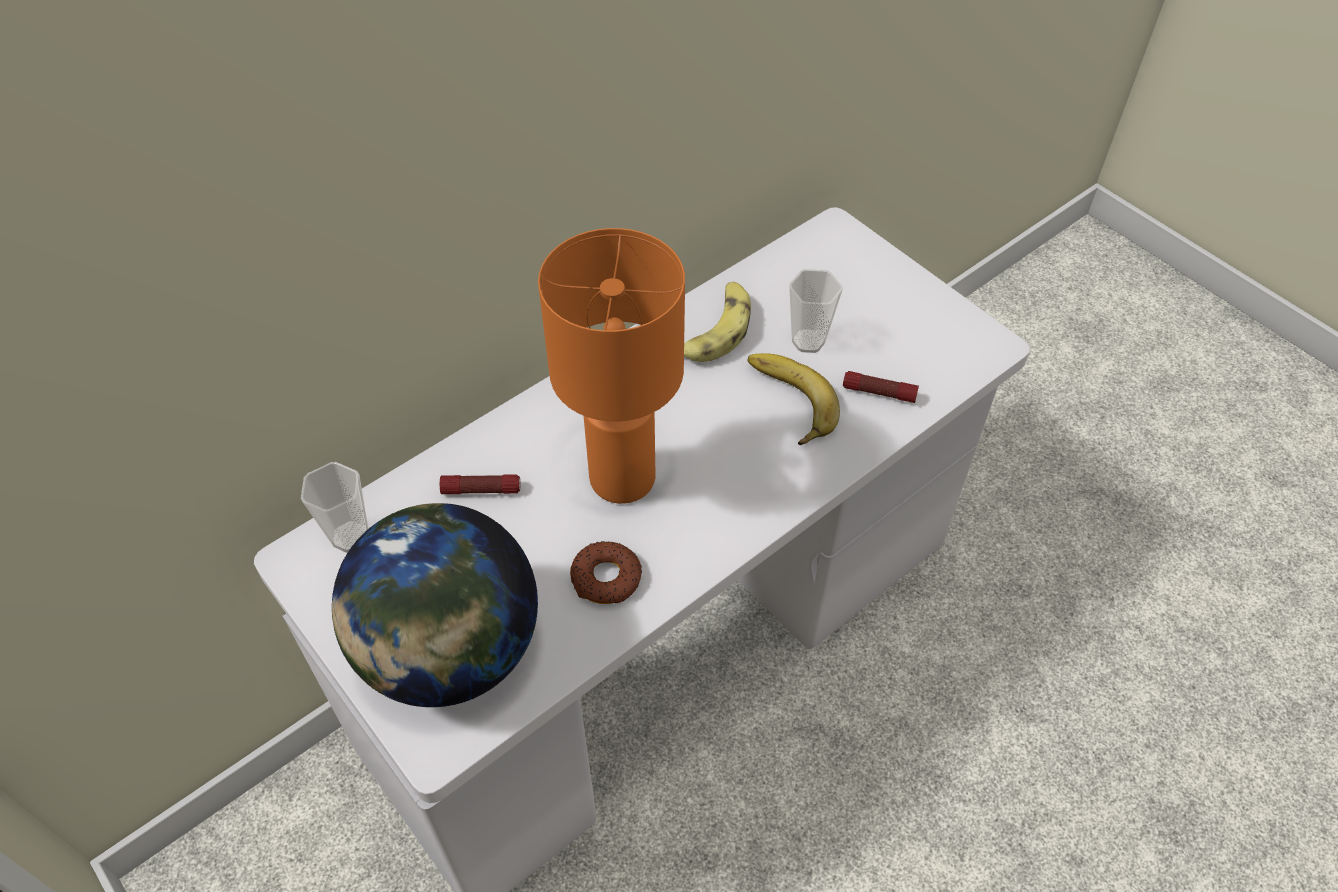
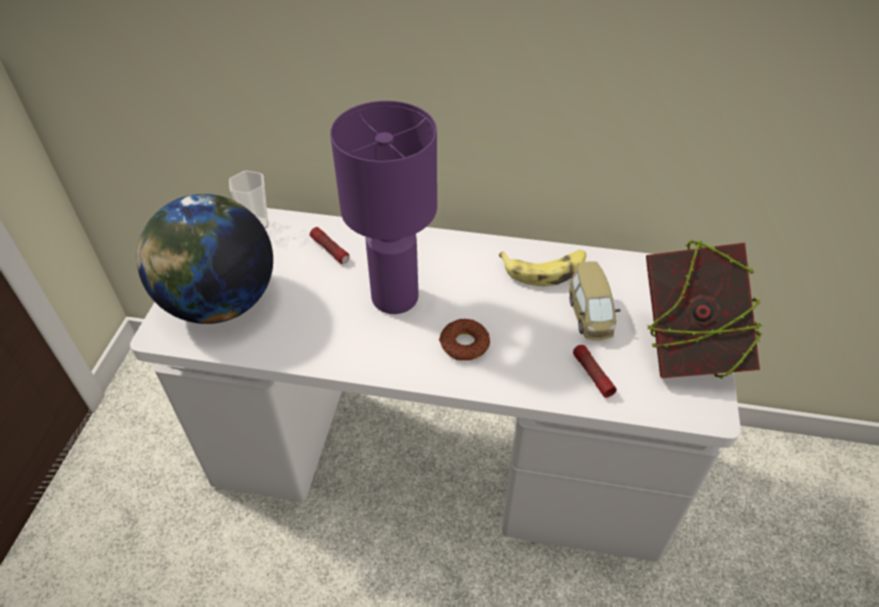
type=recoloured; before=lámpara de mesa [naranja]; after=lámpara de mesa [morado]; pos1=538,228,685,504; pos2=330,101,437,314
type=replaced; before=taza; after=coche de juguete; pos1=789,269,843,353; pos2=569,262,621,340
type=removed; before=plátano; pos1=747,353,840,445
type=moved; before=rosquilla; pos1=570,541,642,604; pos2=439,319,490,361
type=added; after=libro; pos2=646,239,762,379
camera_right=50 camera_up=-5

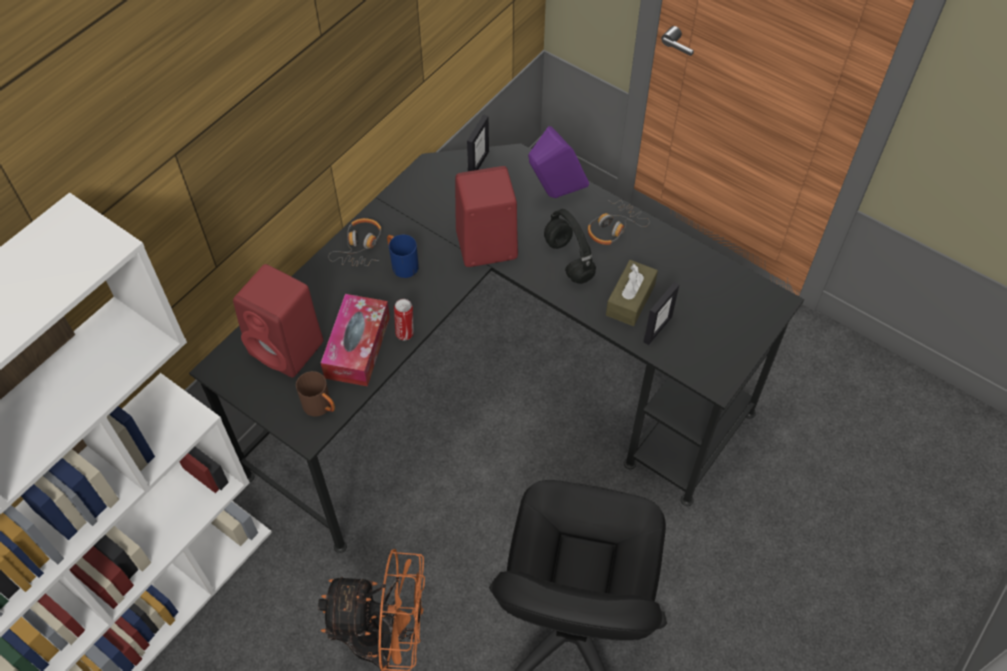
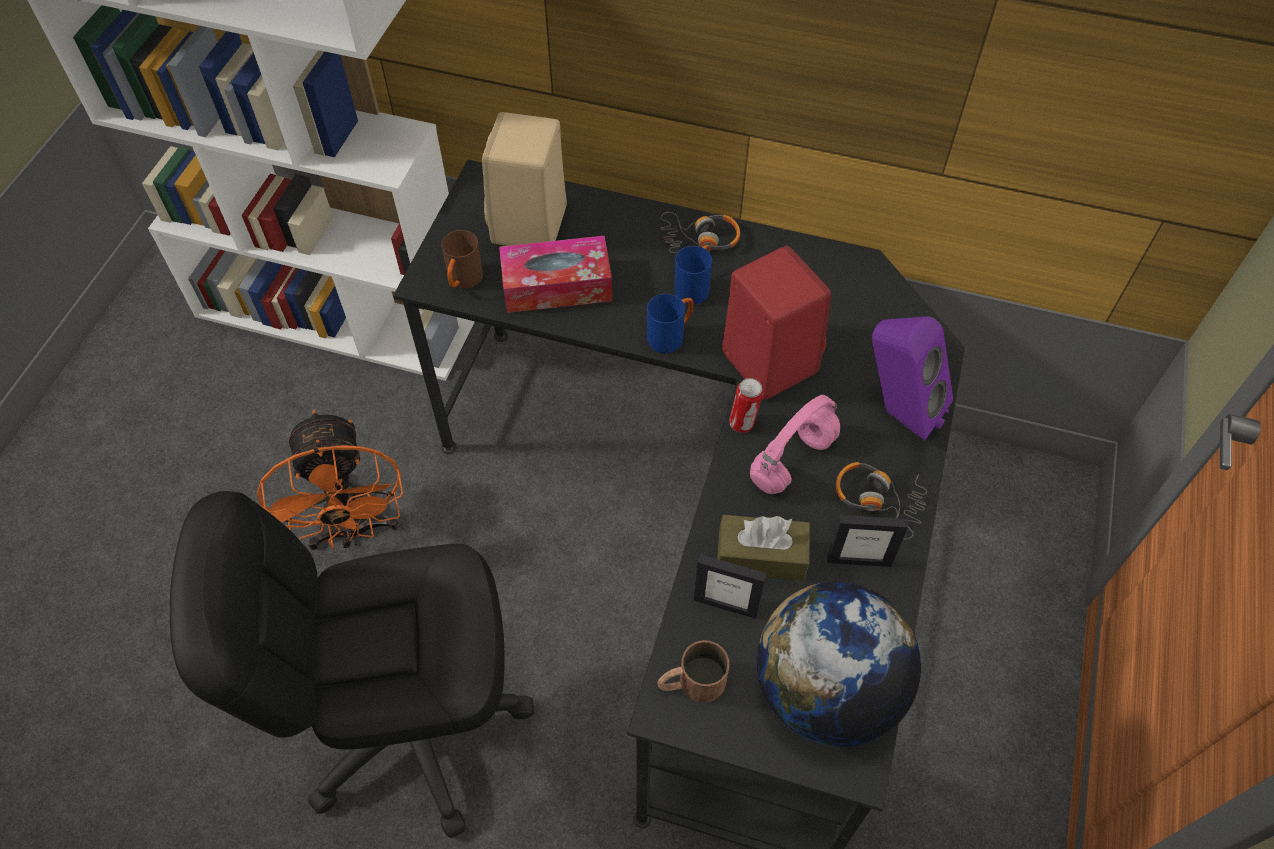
type=moved; before=portarretratos; pos1=467,114,489,171; pos2=827,515,908,567
type=recoloured; before=auriculares [negro]; after=auriculares [rosa]; pos1=544,209,596,284; pos2=750,395,840,494
type=recoloured; before=altavoz [rojo]; after=altavoz [beis]; pos1=233,264,323,378; pos2=482,112,567,246
type=moved; before=lata; pos1=394,299,414,340; pos2=729,378,763,433
type=added; after=taza grande [azul]; pos2=647,294,693,353
type=added; after=globo terráqueo; pos2=757,582,921,747
type=added; after=taza grande [marrón]; pos2=658,640,729,703
camera_right=70 camera_up=0

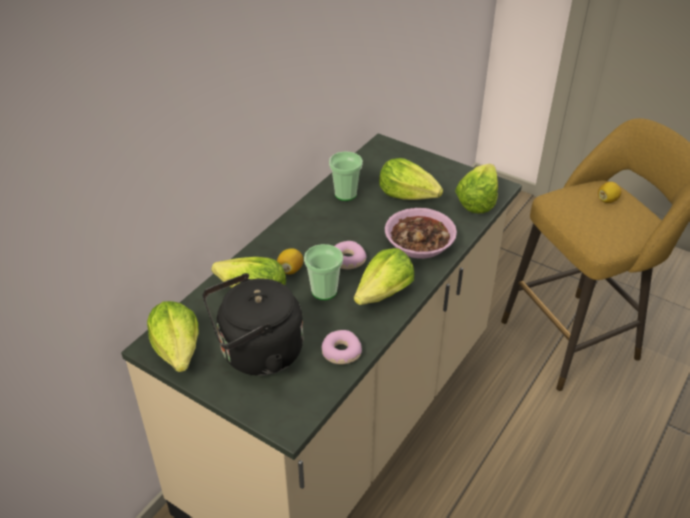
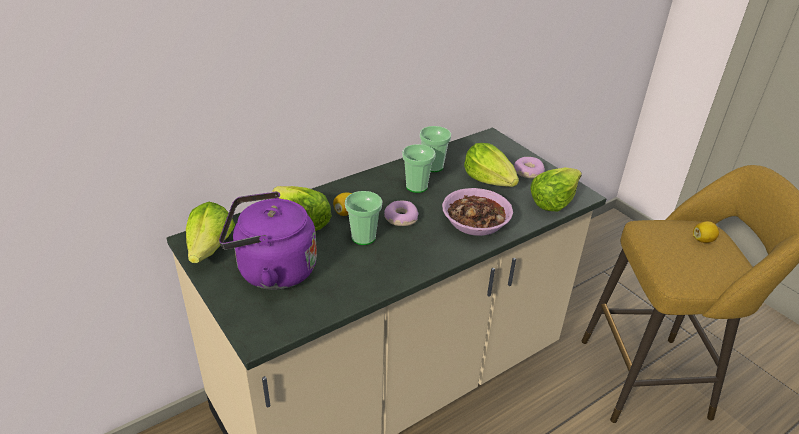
type=removed; before=lechuga; pos1=354,248,414,305
type=recoloured; before=hervidor [negro]; after=hervidor [morado]; pos1=203,273,303,376; pos2=219,191,317,290
type=moved; before=rosquilla; pos1=322,330,362,364; pos2=514,157,545,178
type=added; after=taza; pos2=402,144,436,193
camera_right=20 camera_up=-5

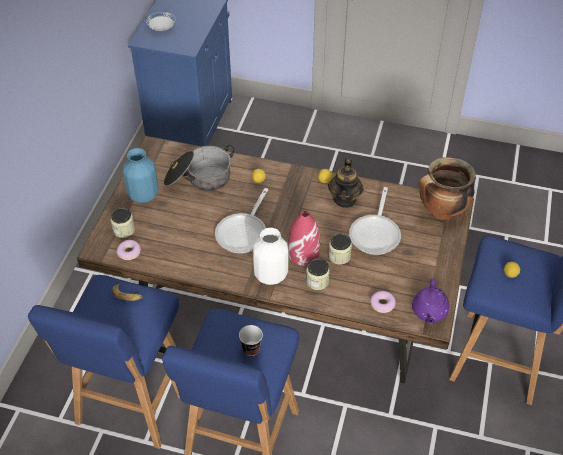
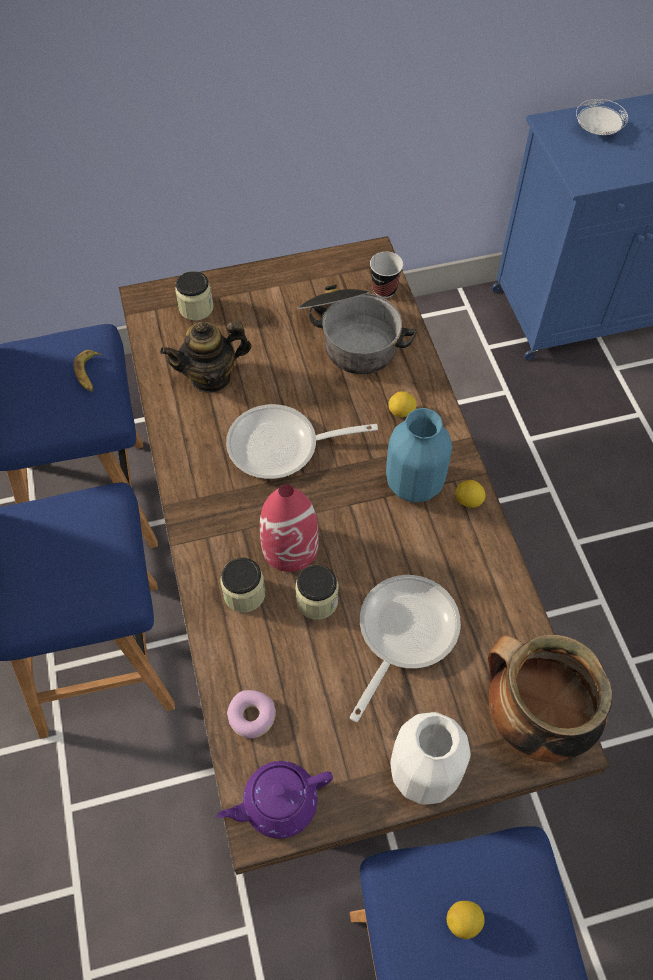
type=moved; before=florero [azul]; pos1=123,148,158,203; pos2=386,408,452,503
type=moved; before=tetera; pos1=328,158,364,208; pos2=160,321,251,393
type=turned; before=sartén; pos1=349,187,401,255; pos2=350,575,461,722; turn=135
type=moved; before=florero [blanco]; pos1=253,228,288,285; pos2=390,712,471,805
type=removed; before=rosquilla; pos1=116,240,141,260
type=moved; before=taza; pos1=239,325,263,356; pos2=370,252,403,298
camera_right=60 camera_up=10

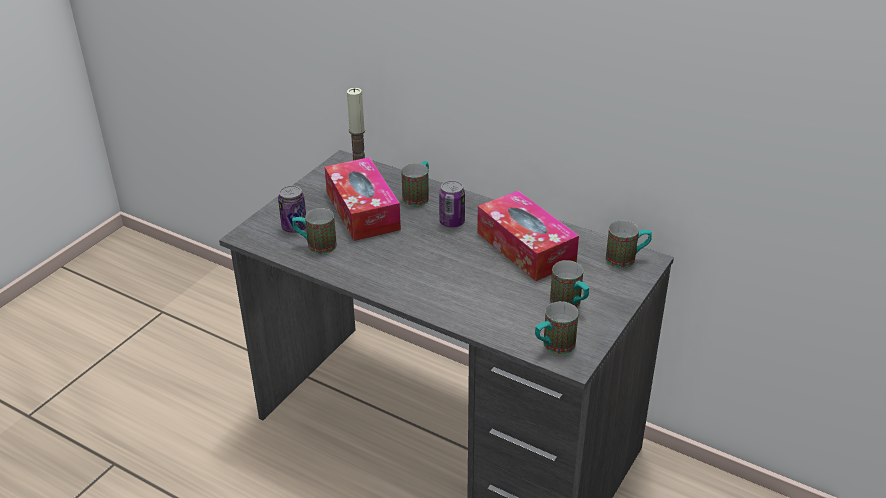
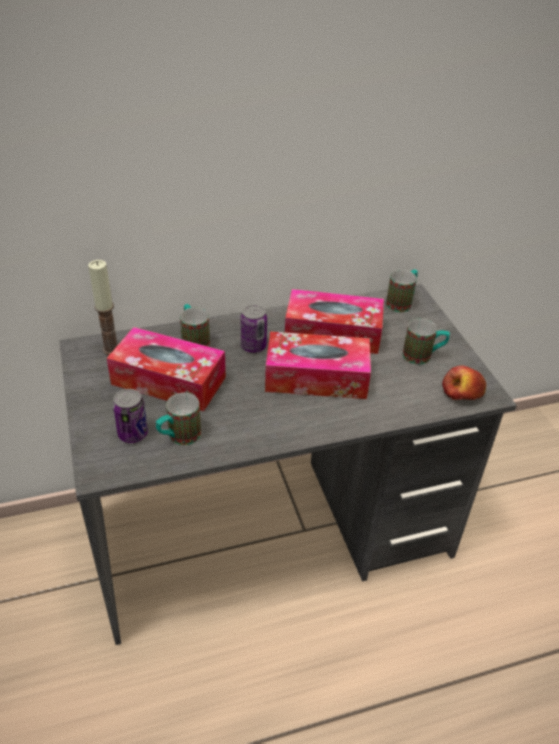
type=replaced; before=taza grande; after=manzana; pos1=535,301,578,354; pos2=442,365,486,400
type=added; after=caja de pañuelos; pos2=265,332,371,399
camera_right=-50 camera_up=5

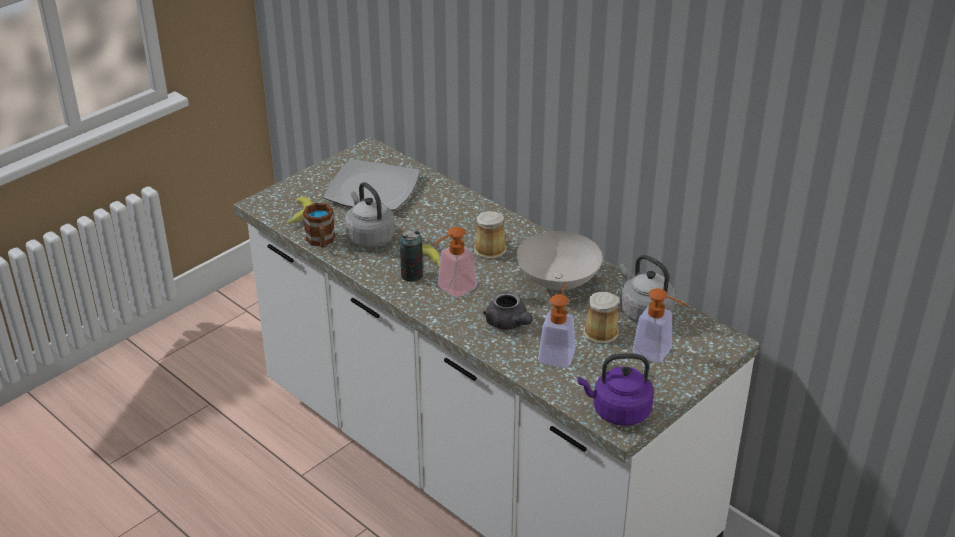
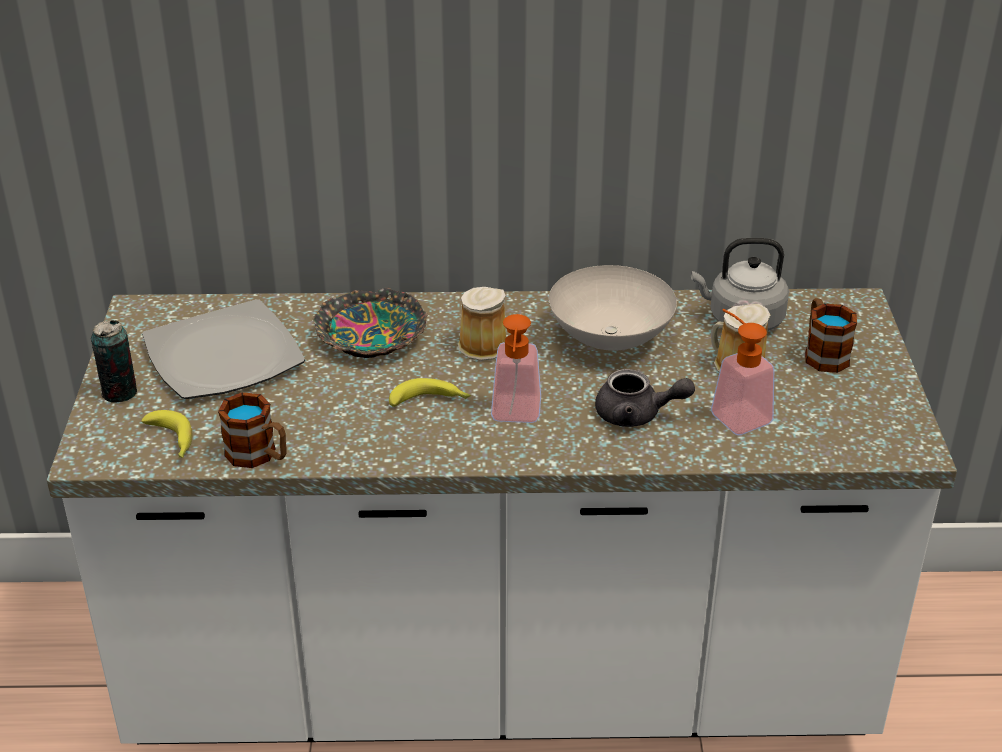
type=removed; before=hervidor [gris]; pos1=345,182,395,248
type=moved; before=lata; pos1=399,230,423,282; pos2=91,320,137,403
type=replaced; before=dispensador de jabón; after=taza grande; pos1=632,288,687,363; pos2=805,298,857,373
type=removed; before=hervidor [morado]; pos1=578,353,654,426
type=added; after=cuenco; pos2=313,288,428,358
camera_right=-45 camera_up=0

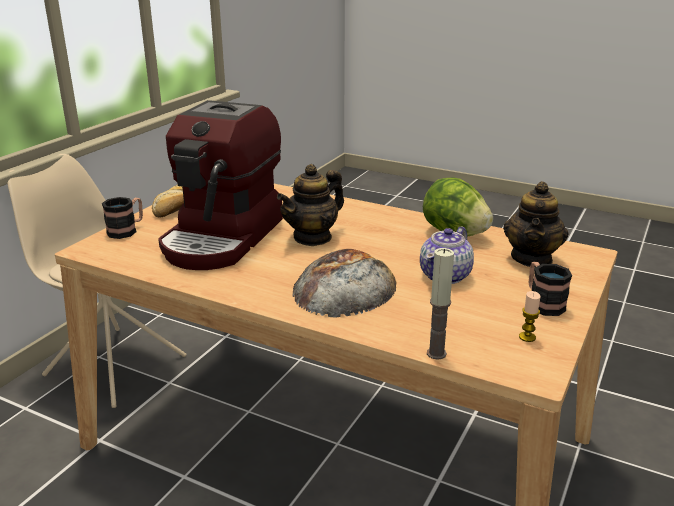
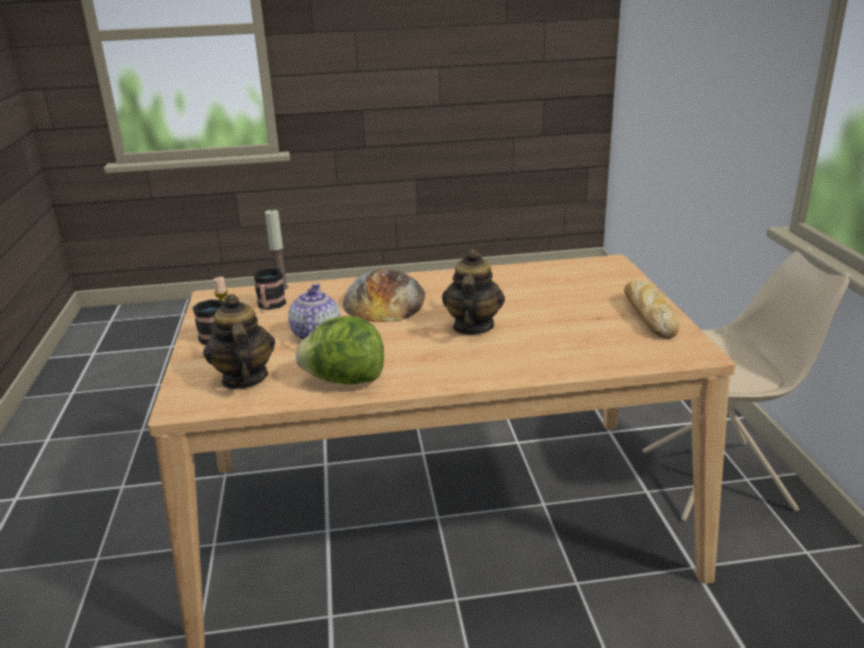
type=removed; before=cafetera; pos1=158,100,283,270
type=moved; before=taza grande; pos1=102,197,143,239; pos2=253,268,286,310
camera_right=145 camera_up=0

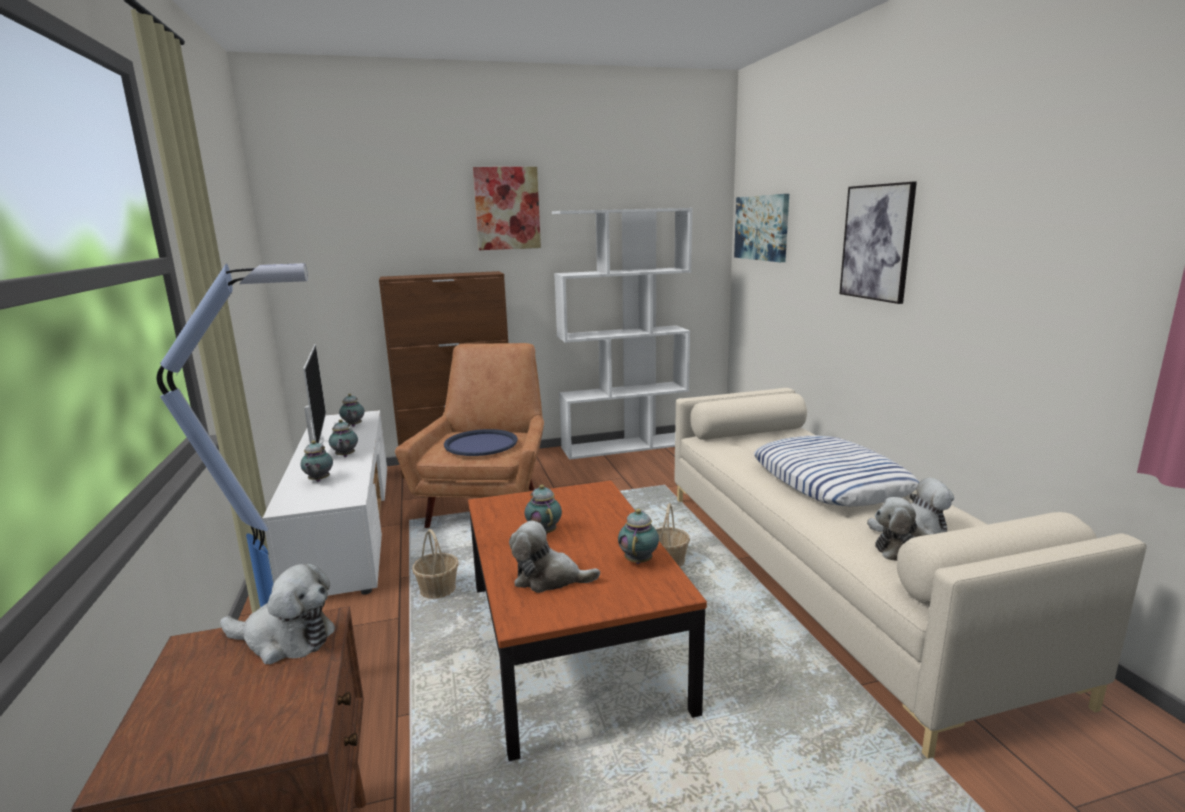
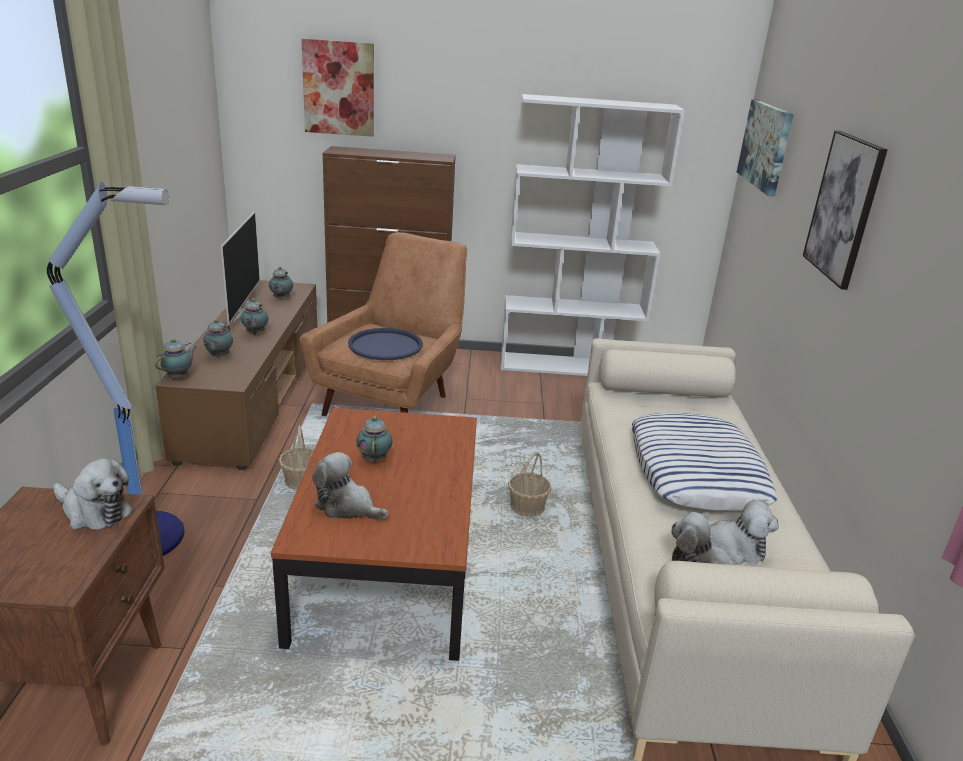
type=moved; before=cuadro; pos1=473,167,541,250; pos2=301,39,374,137
type=recoloured; before=mueble de televisión [blanco]; after=mueble de televisión [marrón]; pos1=262,410,387,596; pos2=155,280,317,470
type=moved; before=tetera; pos1=618,509,659,564; pos2=155,338,197,379
camera_right=15 camera_up=10

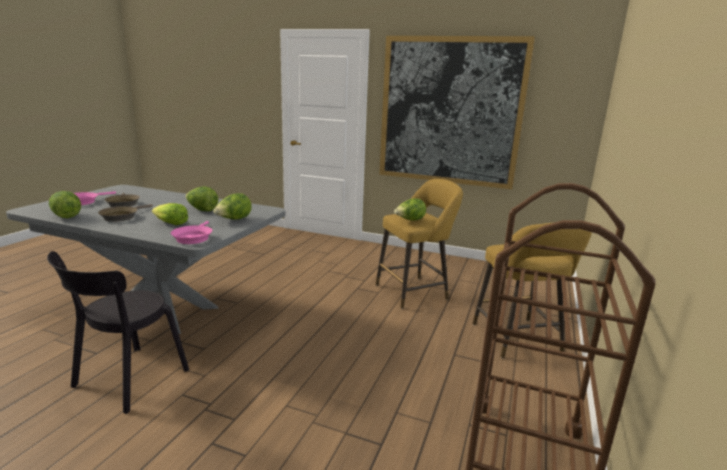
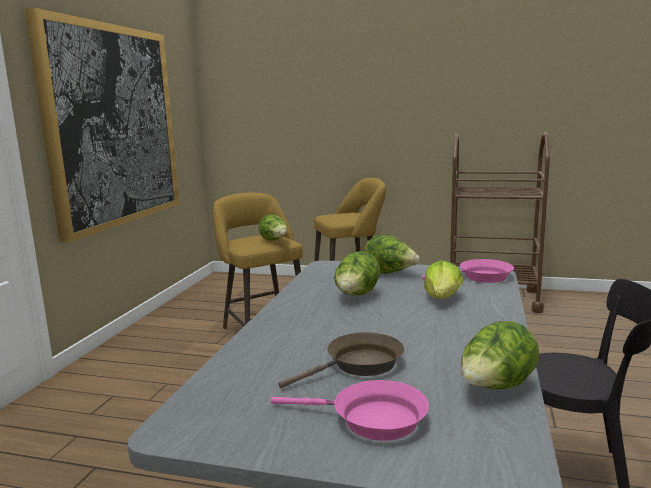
type=removed; before=sartén [marrón]; pos1=98,204,153,222
camera_right=-95 camera_up=-5

